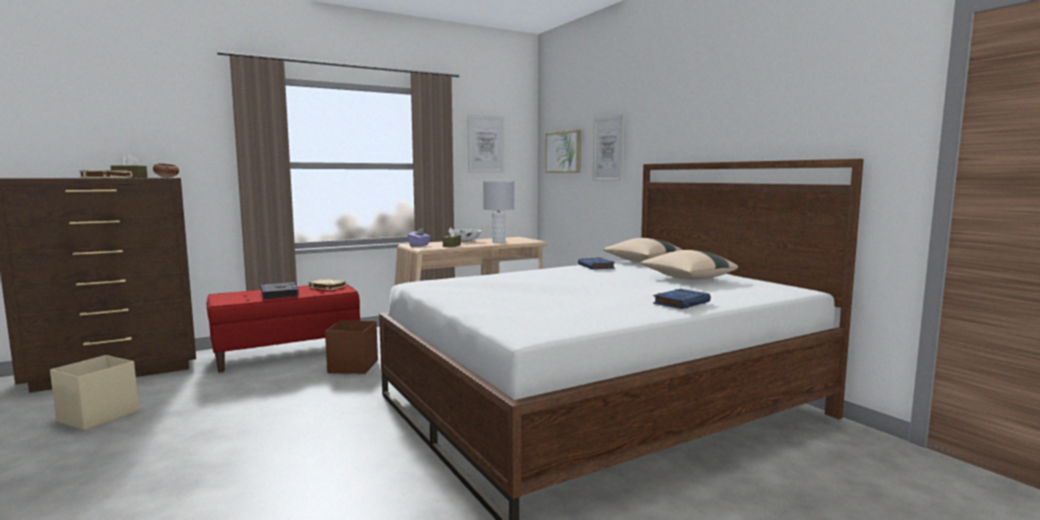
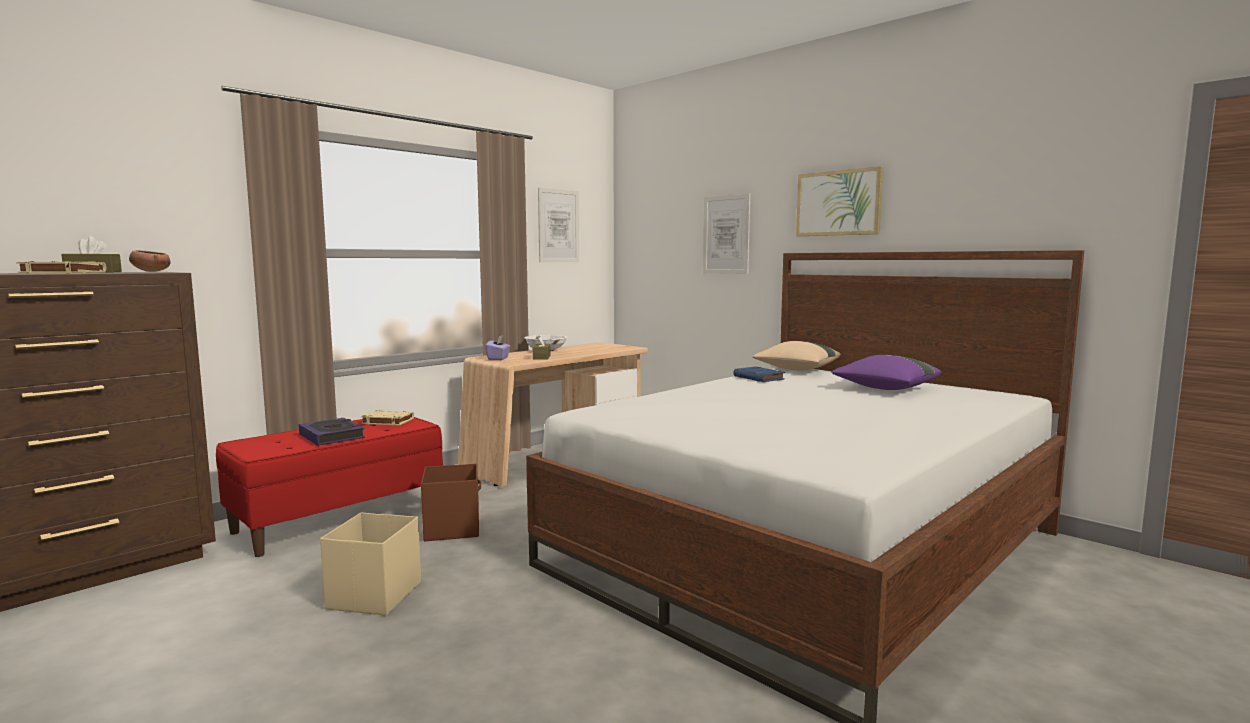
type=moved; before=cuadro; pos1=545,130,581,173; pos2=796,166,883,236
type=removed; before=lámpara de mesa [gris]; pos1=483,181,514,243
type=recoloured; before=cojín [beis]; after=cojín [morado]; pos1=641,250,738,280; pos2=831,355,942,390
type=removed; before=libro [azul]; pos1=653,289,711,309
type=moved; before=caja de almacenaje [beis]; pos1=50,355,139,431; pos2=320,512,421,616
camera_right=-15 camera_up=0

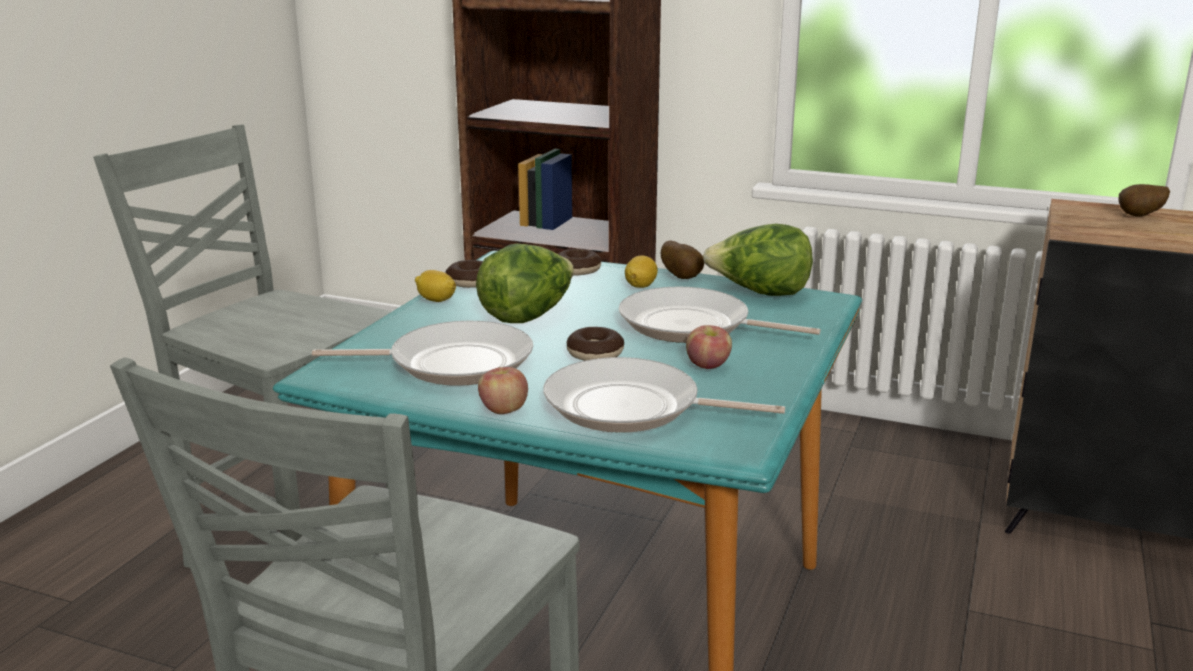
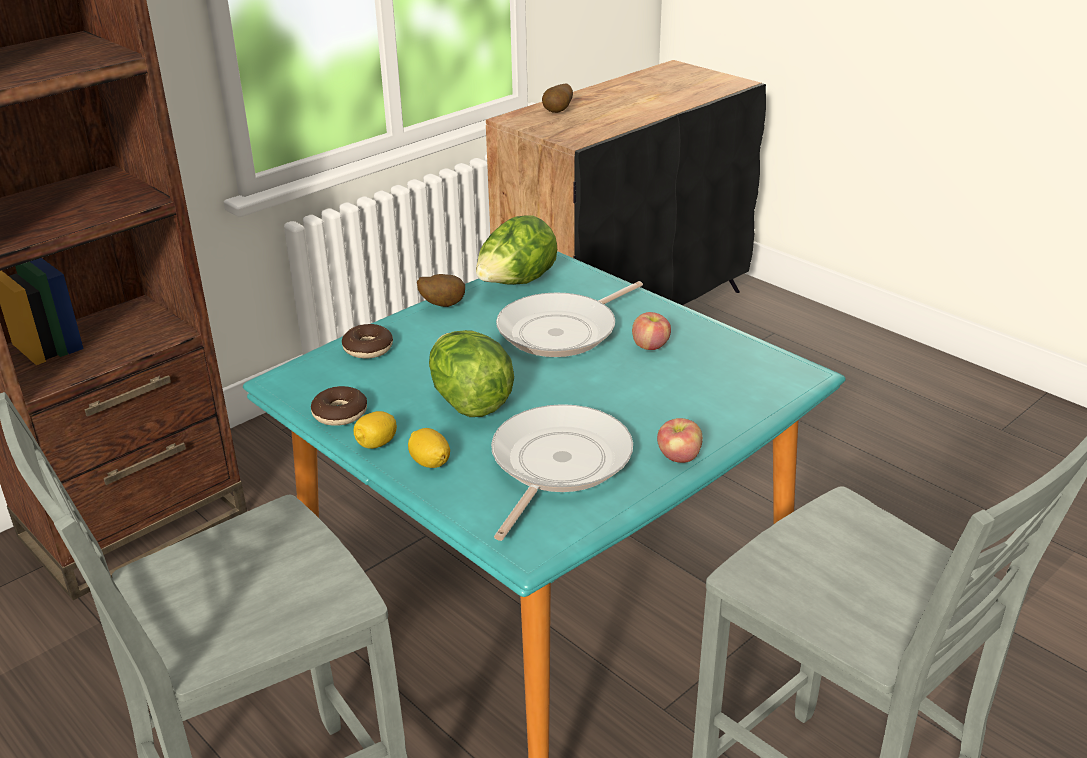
type=moved; before=limón; pos1=625,255,658,288; pos2=408,428,450,468
type=removed; before=rosquilla; pos1=567,327,624,361
type=removed; before=sartén; pos1=543,357,785,433
camera_right=-65 camera_up=10

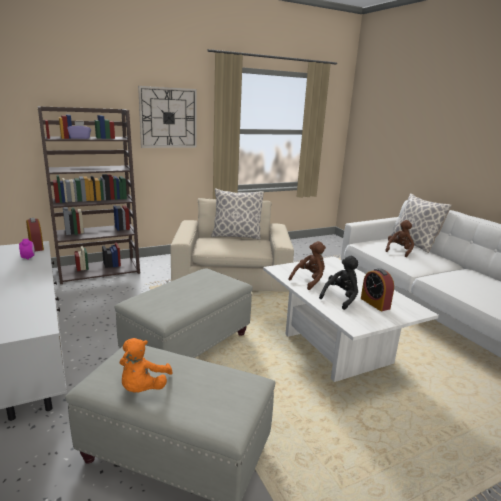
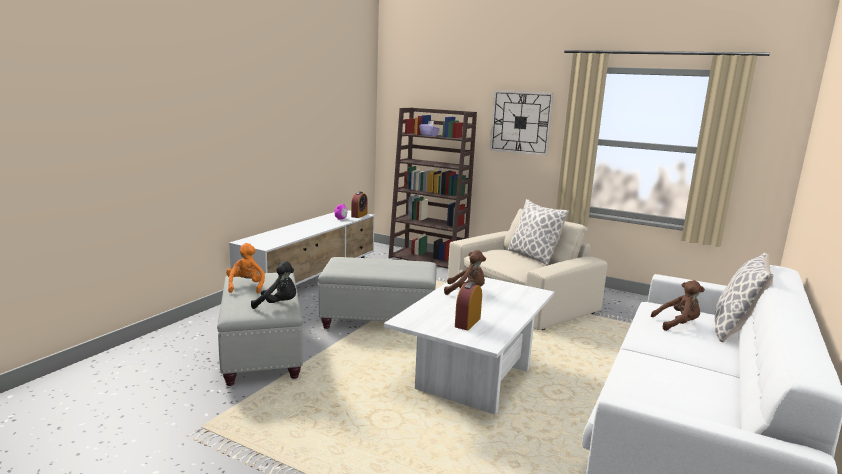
type=moved; before=peluche [negro]; pos1=319,256,358,310; pos2=251,261,296,309
type=turned; before=peluche [naranja]; pos1=120,338,173,392; pos2=226,243,265,294; turn=105
camera_right=55 camera_up=-5

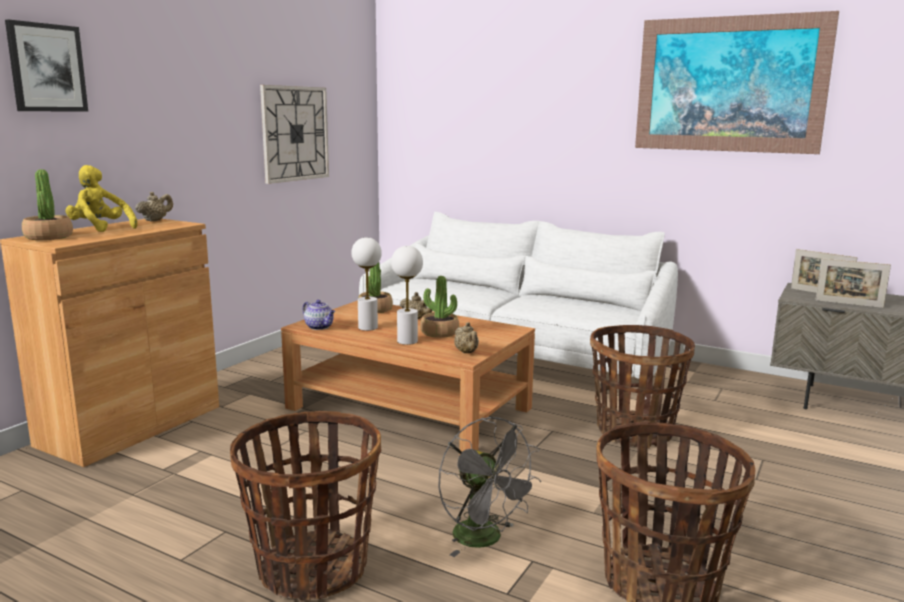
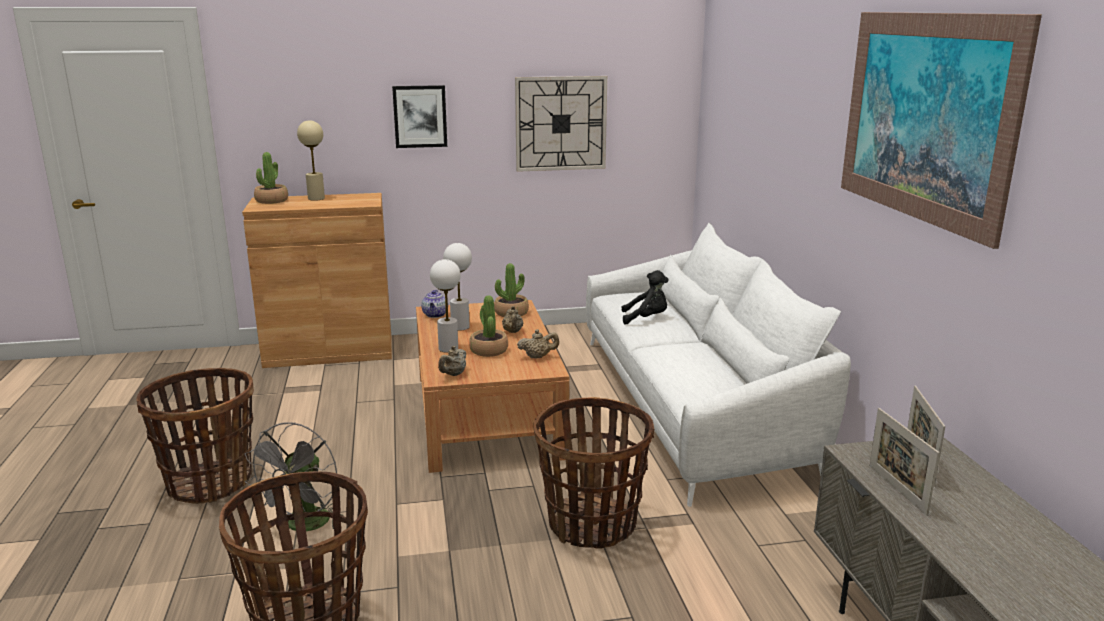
type=moved; before=cuadro; pos1=5,19,88,111; pos2=392,85,447,148
type=replaced; before=peluche [amarillo]; after=lámpara de mesa [beis]; pos1=66,165,138,232; pos2=297,120,325,201
type=moved; before=tetera [beis]; pos1=135,192,173,222; pos2=517,329,559,359
type=added; after=peluche [negro]; pos2=621,270,668,325
camera_right=50 camera_up=5

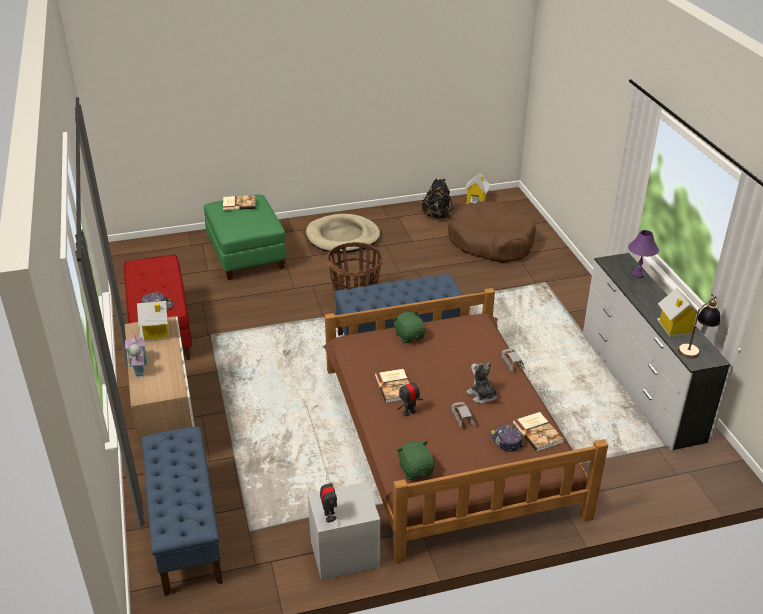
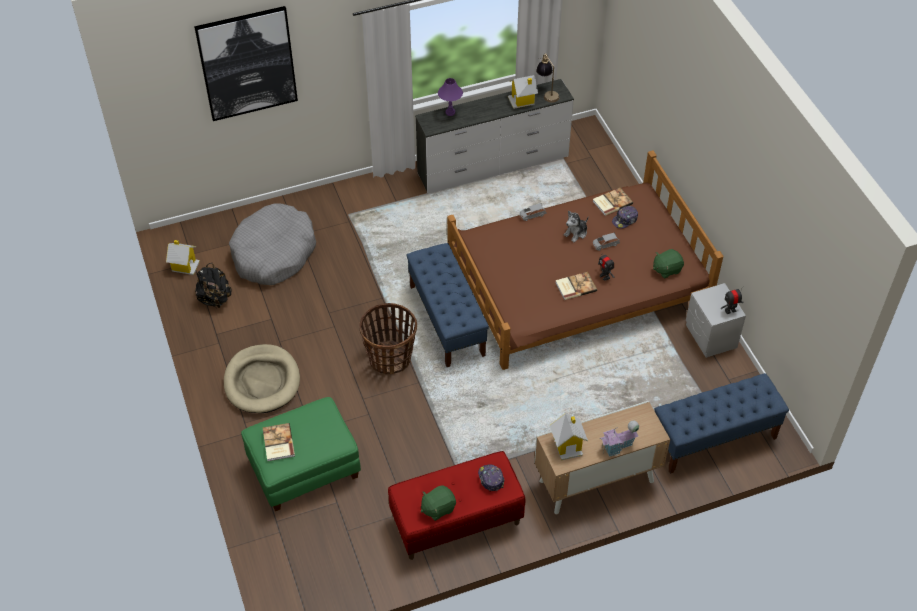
type=recoloured; before=cama para perro [marrón]; after=cama para perro [gris]; pos1=448,201,536,263; pos2=229,203,316,285
type=moved; before=peluche [verde]; pos1=393,311,425,343; pos2=421,485,456,521
type=added; after=cuadro; pos2=194,6,298,121
camera_right=-95 camera_up=15

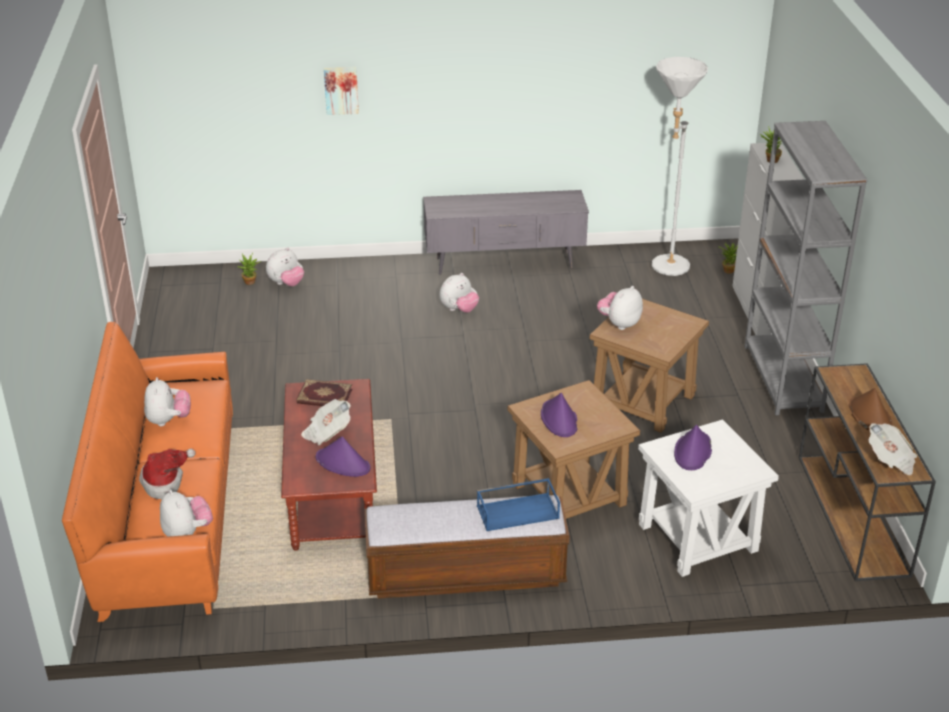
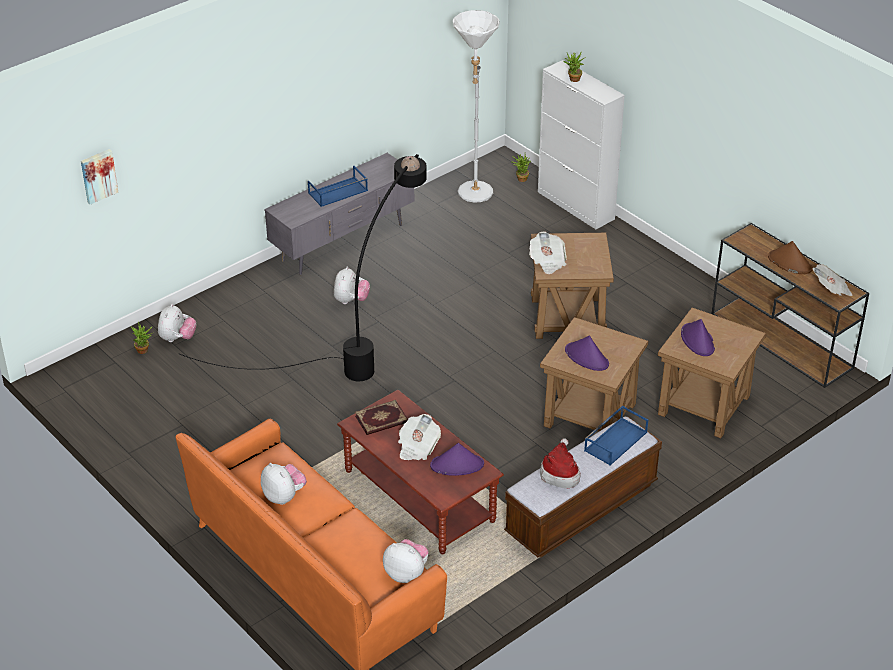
type=moved; before=cuadro; pos1=324,67,359,115; pos2=81,149,118,205
type=removed; before=estantería [gris]; pos1=744,121,867,416
type=replaced; before=peluche; after=periódico; pos1=597,286,643,330; pos2=529,231,567,274
type=recoloured; before=mesa auxiliar [blanco]; after=mesa auxiliar [marrón]; pos1=638,419,779,577; pos2=658,308,766,438
type=moved; before=sombrero; pos1=139,449,195,499; pos2=540,438,581,489
type=added; after=lámpara de pie [negro]; pos2=178,154,427,381
type=added; after=bandeja [azul]; pos2=308,166,368,207
camera_right=-35 camera_up=5

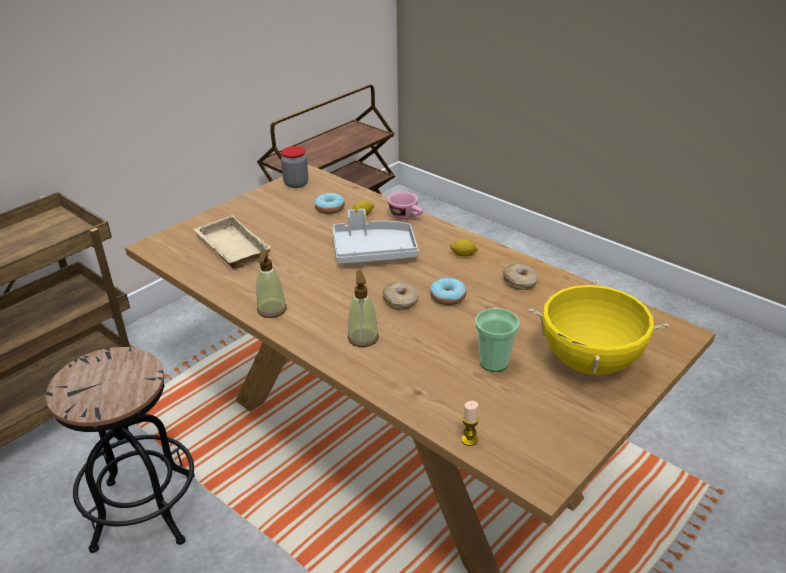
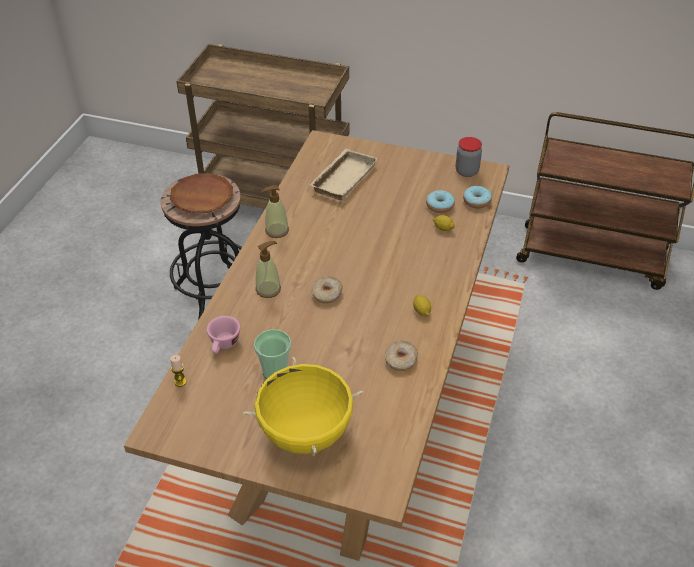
type=moved; before=taza [rosa]; pos1=388,192,423,219; pos2=207,316,240,354
type=removed; before=bandeja [gris]; pos1=332,209,419,264
type=moved; before=rosquilla; pos1=430,277,466,305; pos2=463,186,492,208
type=added; after=plato [marrón]; pos2=170,173,233,214
camera_right=65 camera_up=10

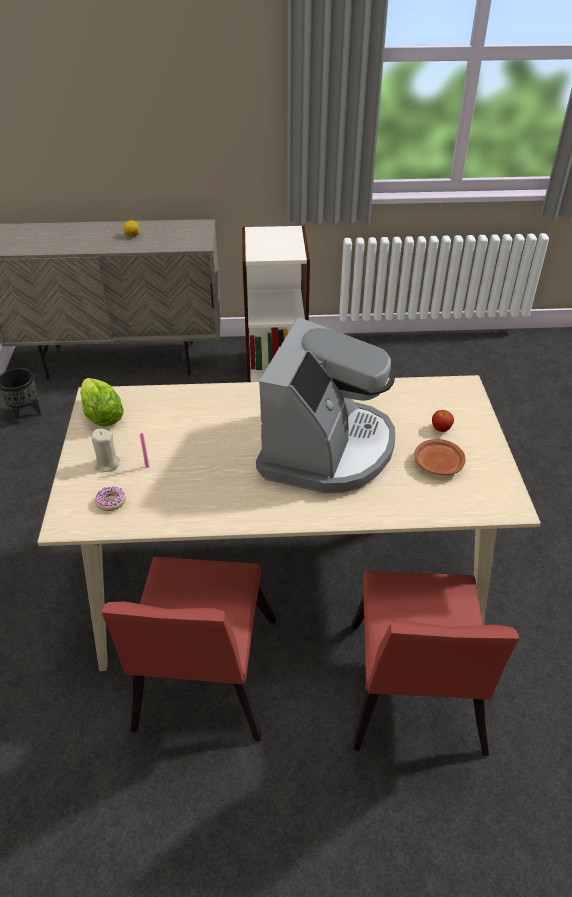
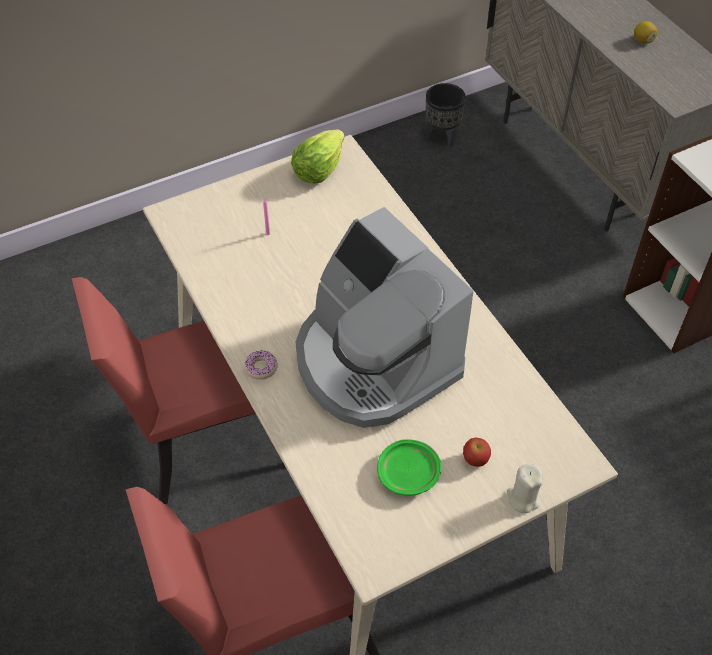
type=turned; before=cafetera; pos1=256,317,395,493; pos2=296,207,474,428; turn=60
type=moved; before=vela [beis]; pos1=91,429,120,472; pos2=507,464,543,514
type=recoloured; before=plato [marrón]; after=plato [verde]; pos1=414,439,466,475; pos2=377,439,441,496
type=moved; before=rosquilla; pos1=95,486,126,511; pos2=244,351,278,380
camera_right=65 camera_up=10

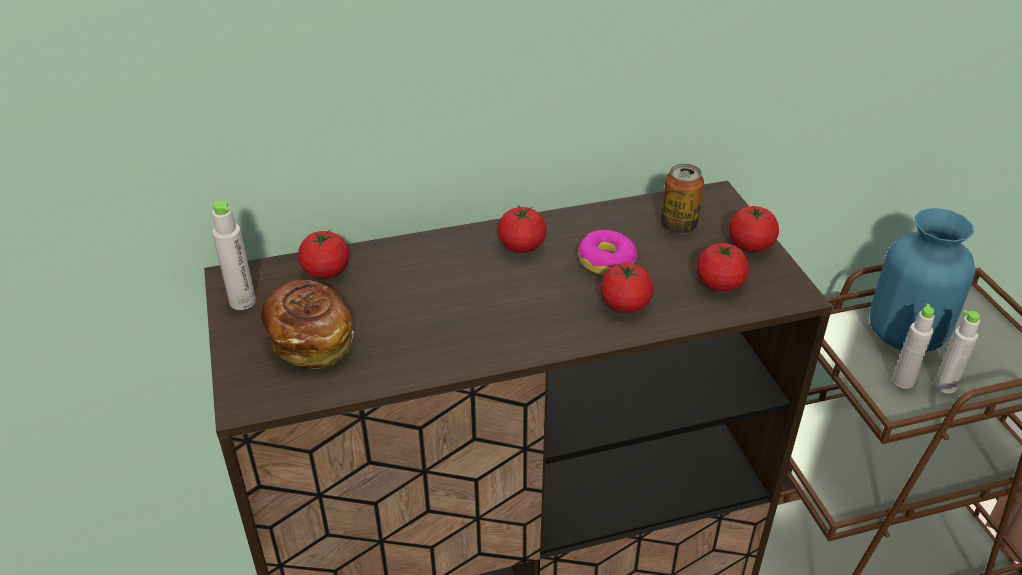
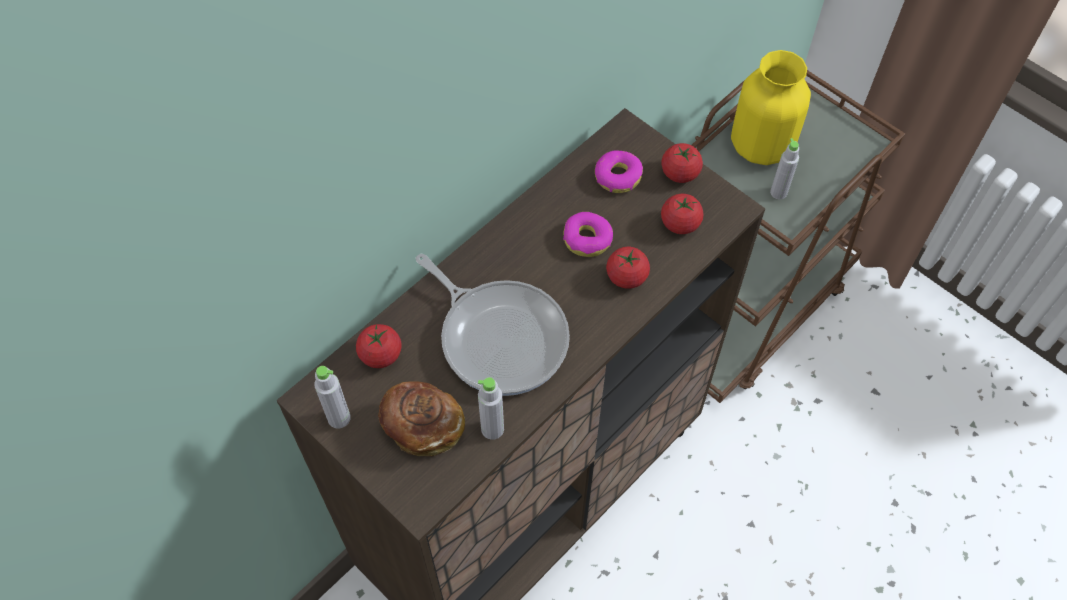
type=replaced; before=lata; after=rosquilla; pos1=661,164,704,234; pos2=595,151,643,193
type=removed; before=tomate; pos1=497,205,547,253
type=recoloured; before=florero [azul]; after=florero [amarillo]; pos1=870,208,975,352; pos2=731,50,811,165
type=moved; before=botella [gris]; pos1=934,310,980,394; pos2=478,377,504,440
type=added; after=sartén; pos2=416,254,570,396
camera_right=-30 camera_up=20

